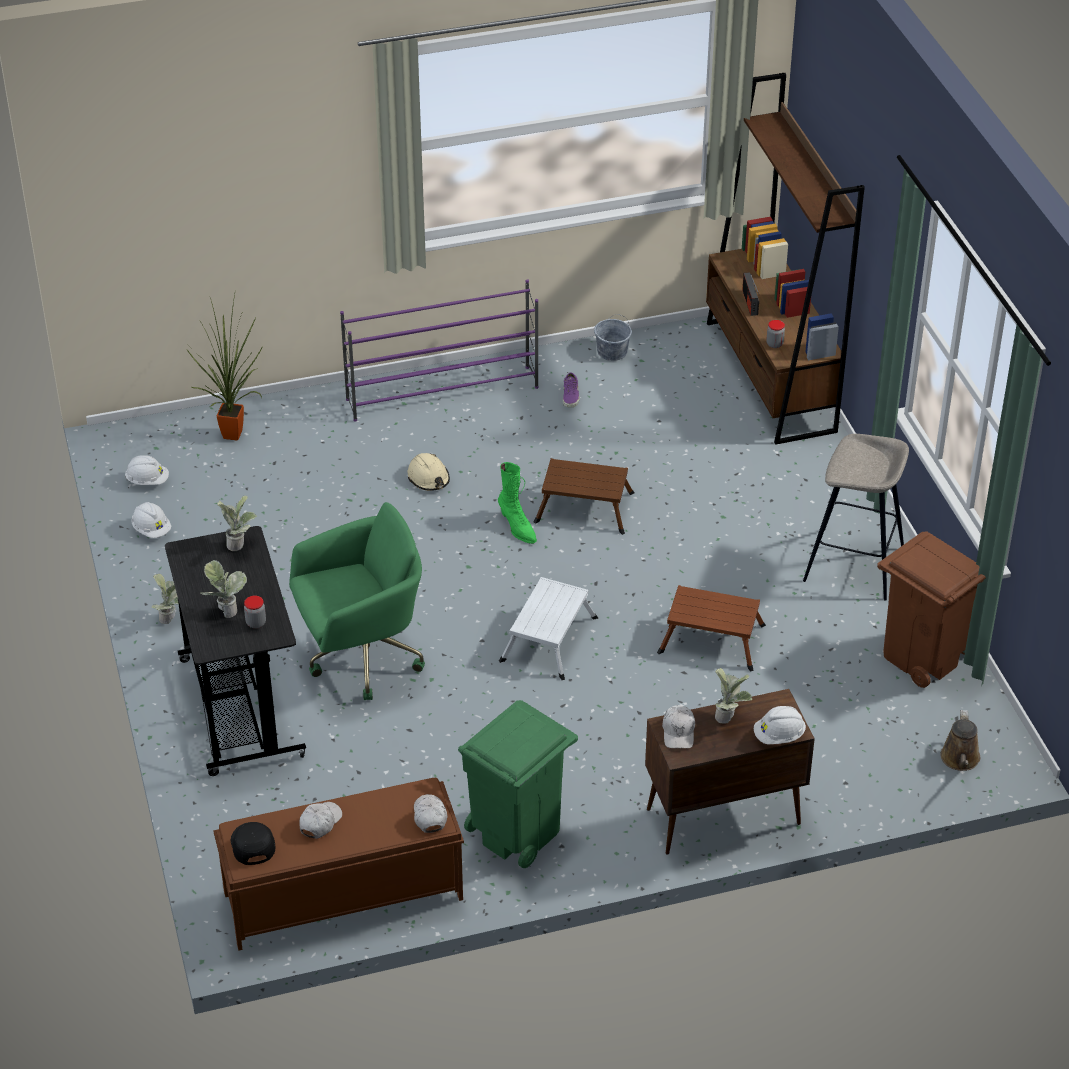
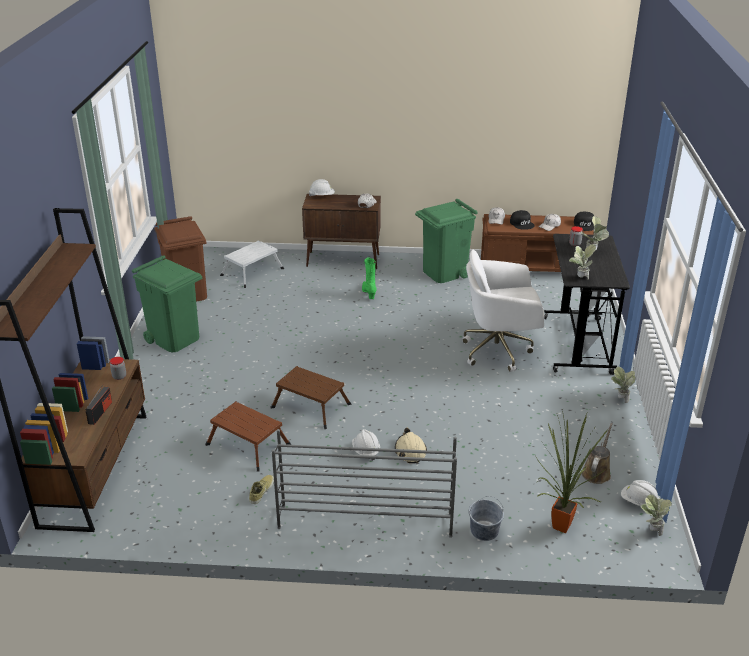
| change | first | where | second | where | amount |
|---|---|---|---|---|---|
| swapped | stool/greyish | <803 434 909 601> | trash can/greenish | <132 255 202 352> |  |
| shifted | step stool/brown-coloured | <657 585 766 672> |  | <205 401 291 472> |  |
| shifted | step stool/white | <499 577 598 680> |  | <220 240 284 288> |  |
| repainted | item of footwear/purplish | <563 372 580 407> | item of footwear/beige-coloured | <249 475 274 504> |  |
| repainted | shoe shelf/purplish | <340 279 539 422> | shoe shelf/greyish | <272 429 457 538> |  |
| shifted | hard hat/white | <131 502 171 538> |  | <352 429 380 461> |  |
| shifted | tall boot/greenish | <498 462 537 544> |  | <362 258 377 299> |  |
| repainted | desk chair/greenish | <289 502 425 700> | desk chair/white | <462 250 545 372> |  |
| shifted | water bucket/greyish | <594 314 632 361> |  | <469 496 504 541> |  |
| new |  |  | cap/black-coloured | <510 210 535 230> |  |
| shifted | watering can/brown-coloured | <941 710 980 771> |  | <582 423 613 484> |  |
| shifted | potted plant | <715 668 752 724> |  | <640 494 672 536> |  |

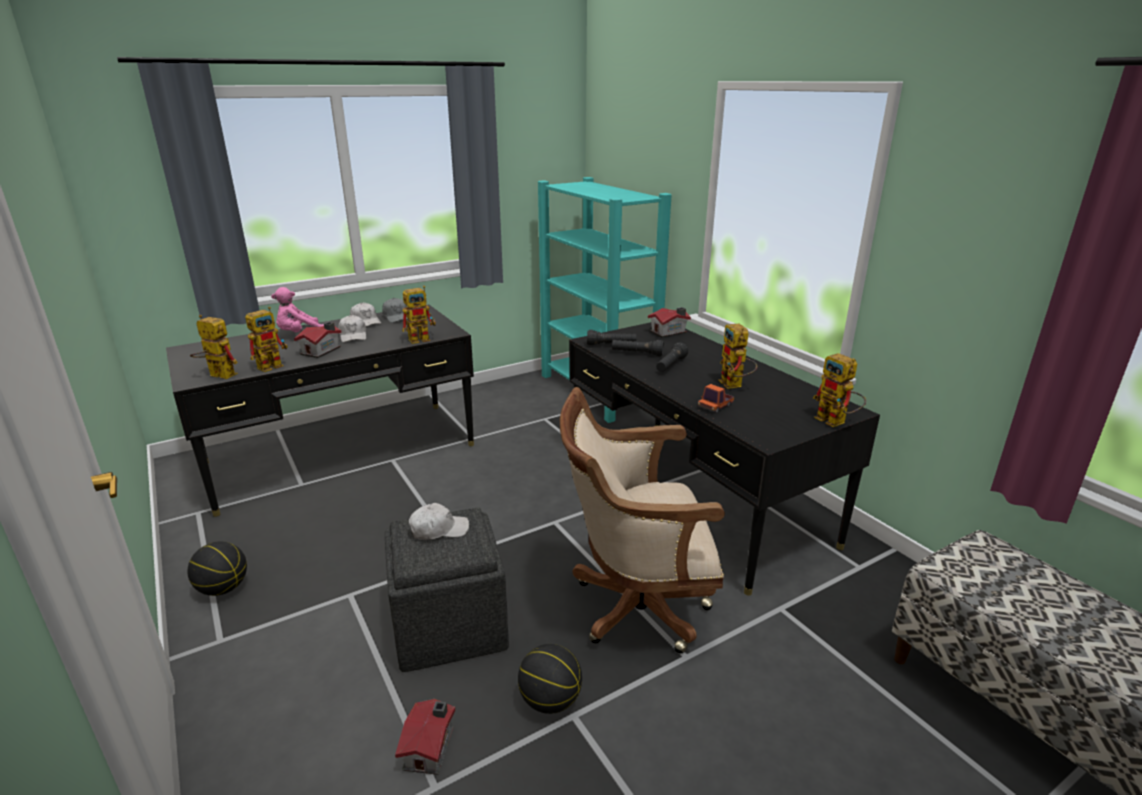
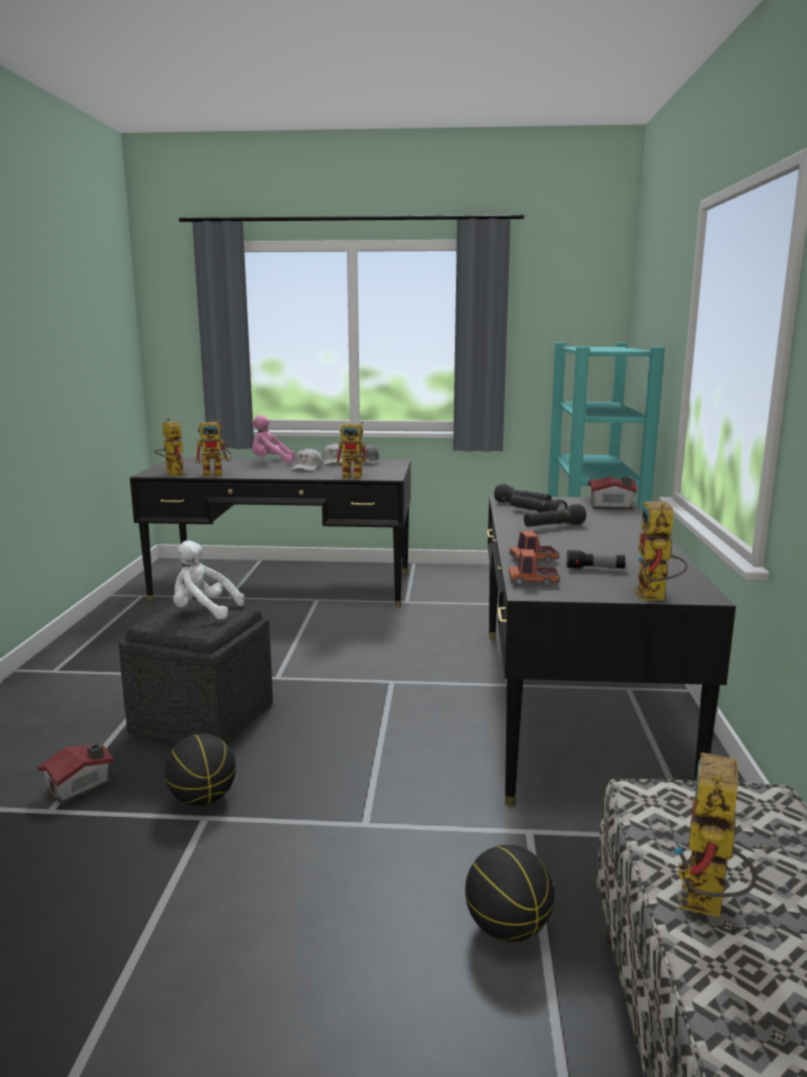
| change | first | where | second | where | amount |
|---|---|---|---|---|---|
| swapped | cap/white | <409 503 469 540> | plush toy/white | <173 541 245 620> |  |
| shifted | ball for basketball | <188 541 247 596> |  | <465 845 554 942> |  |
| new |  |  | model truck | <509 549 559 586> |  |
| new |  |  | flashlight | <566 549 625 569> |  |
| shifted | model robot | <718 324 757 389> |  | <674 752 756 917> |  |
| gone | miniature house | <294 322 341 358> |  |  |  |
| gone | desk chair | <560 387 725 653> |  |  |  |

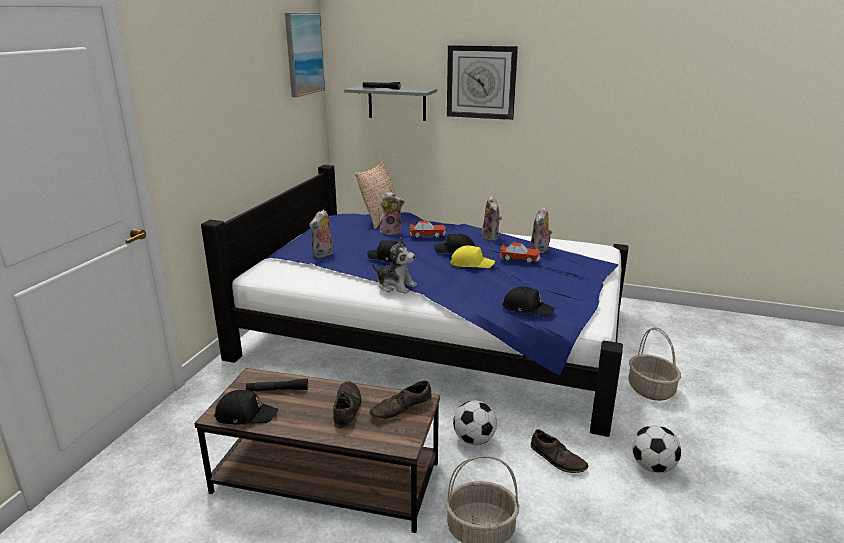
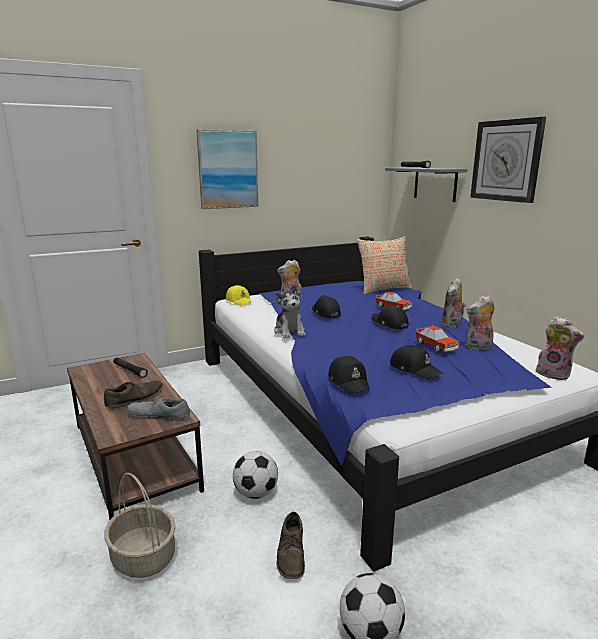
| change | first | where | second | where | amount |
|---|---|---|---|---|---|
| repainted | item of footwear/brown-coloured | <369 381 432 421> | item of footwear/greyish | <127 397 190 421> |  |
| shifted | wall art | <285 13 325 97> |  | <196 129 258 209> |  |
| shifted | cap/yellowish | <450 245 495 268> |  | <226 285 252 306> |  |
| shifted | cap/black-coloured | <214 390 278 424> |  | <390 345 442 379> |  |
| shifted | plush toy | <380 192 405 235> |  | <536 316 584 380> |  |
| gone | household basket | <628 327 681 401> |  |  |  |

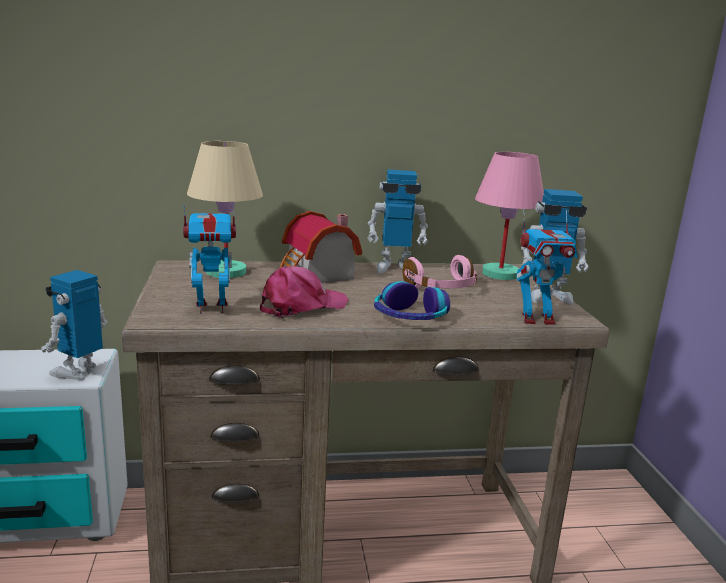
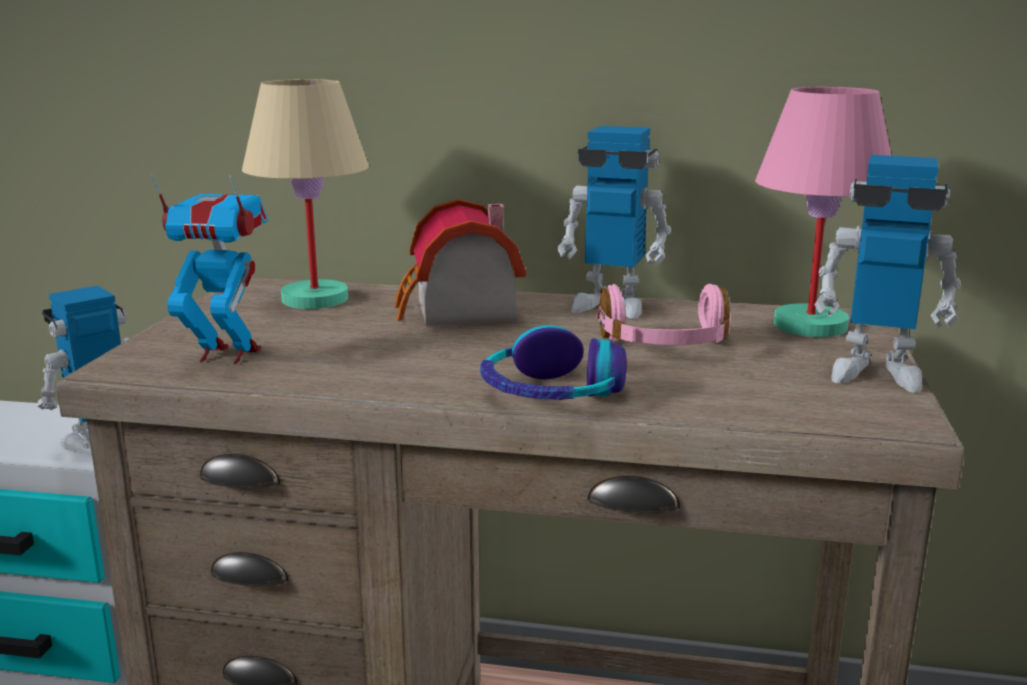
| change | first | where | second | where | amount |
|---|---|---|---|---|---|
| gone | cap/pink | <260 266 349 318> |  |  |  |
| gone | model robot | <517 208 578 325> |  |  |  |

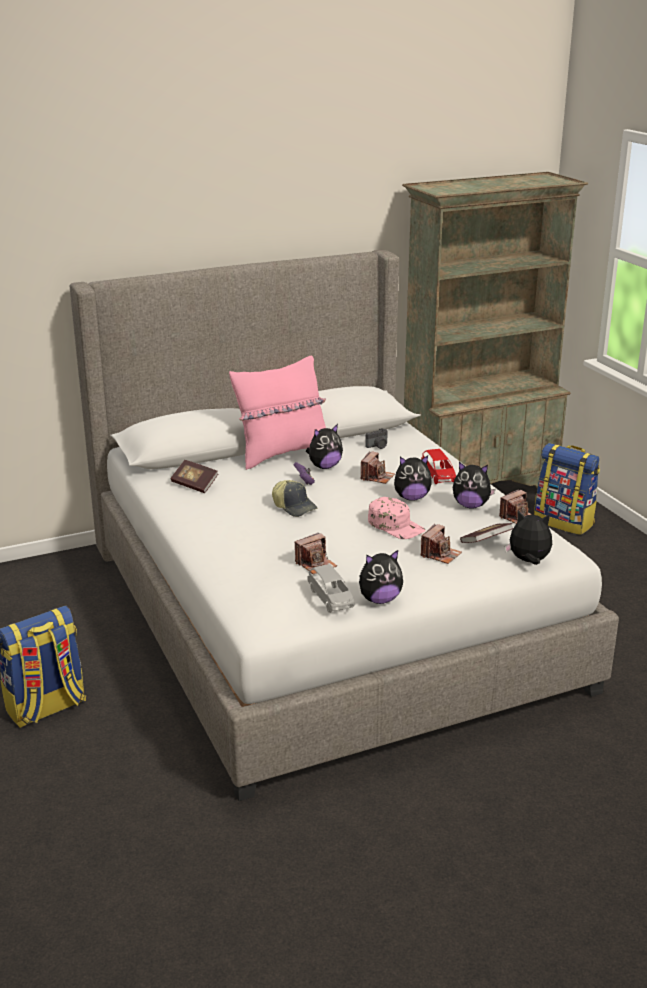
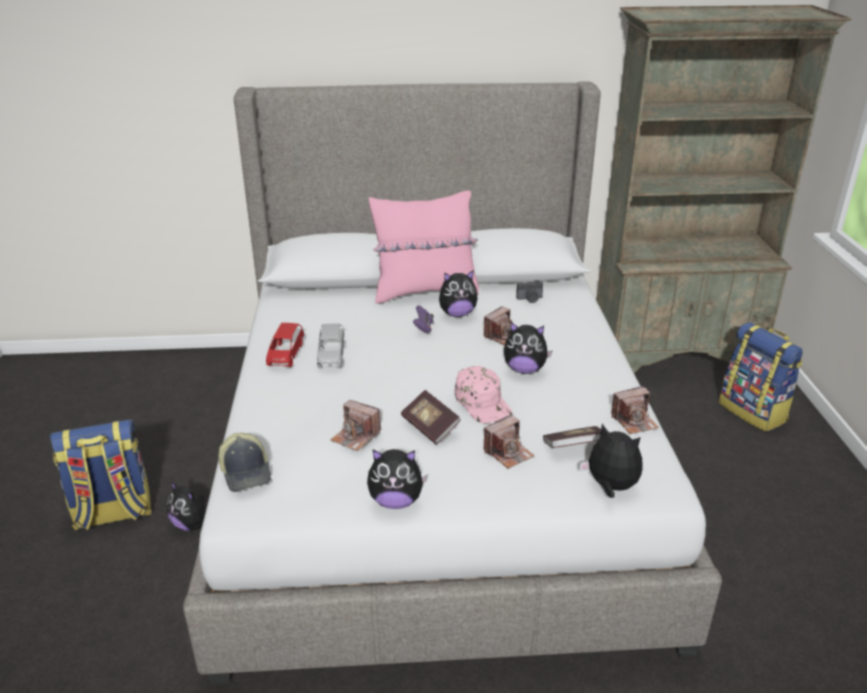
| change | first | where | second | where | amount |
|---|---|---|---|---|---|
| shifted | plush toy | <453 462 496 509> |  | <167 481 206 531> |  |
| shifted | cap | <272 480 317 517> |  | <219 433 271 492> |  |
| shifted | model car/reddish | <421 449 456 484> |  | <266 323 304 367> |  |
| shifted | model car/greyish | <308 564 354 613> |  | <317 324 344 368> |  |
| rotated | still camera | <295 533 337 574> |  | <331 400 381 451> | 45 degrees clockwise |
| shifted | book | <171 460 218 493> |  | <401 390 461 445> |  |

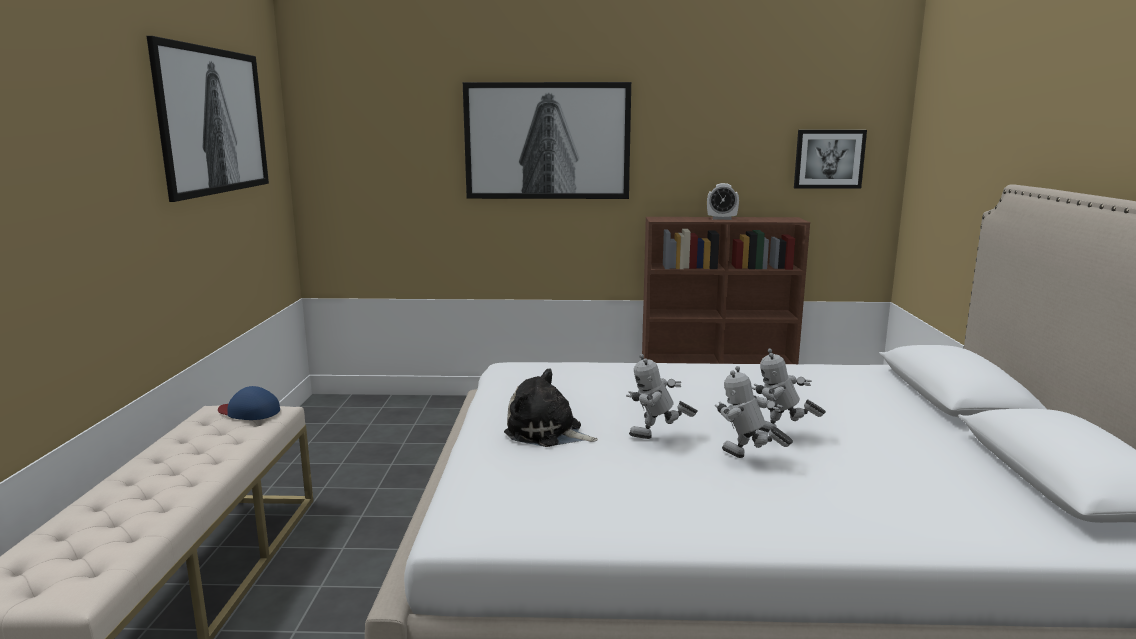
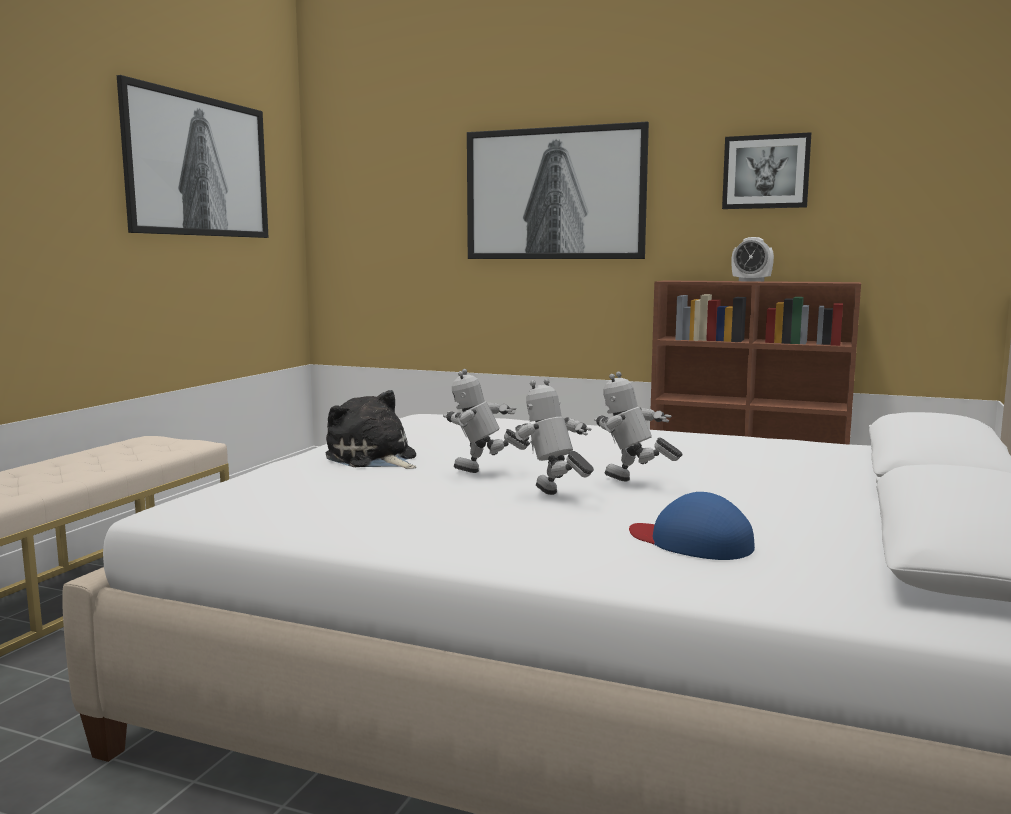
| change | first | where | second | where | amount |
|---|---|---|---|---|---|
| shifted | cap/blue-coloured | <218 386 280 420> |  | <629 492 755 560> |  |
| shifted | wall art | <794 130 867 189> |  | <722 132 811 209> |  |

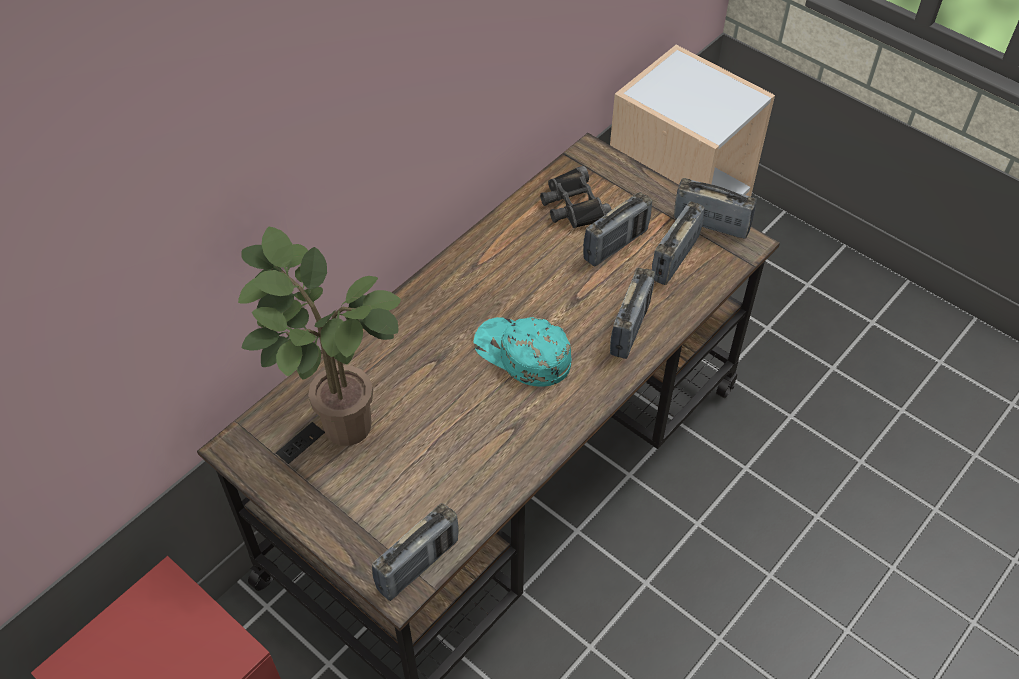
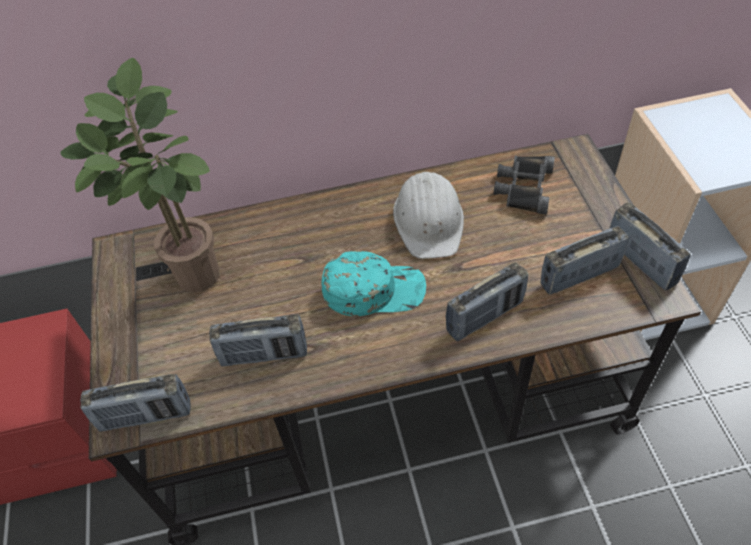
| change | first | where | second | where | amount |
|---|---|---|---|---|---|
| shifted | radio set | <583 192 652 267> |  | <209 314 307 366> |  |
| rotated | cap/turquoise-coloured | <473 317 572 387> |  | <322 251 426 316> | 105 degrees clockwise |
| new |  |  | hard hat/white | <393 172 464 259> |  |

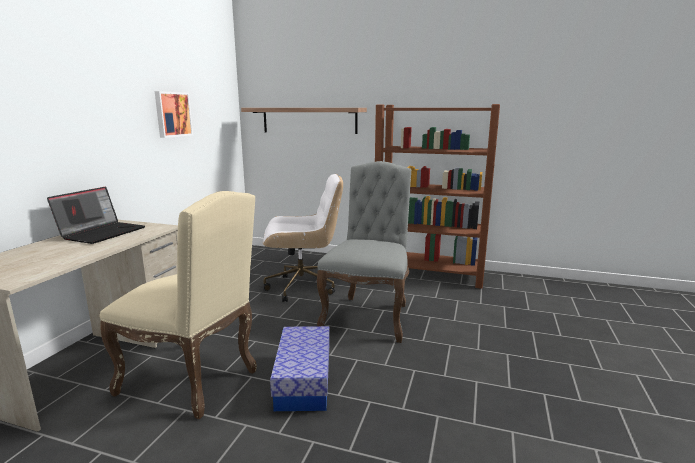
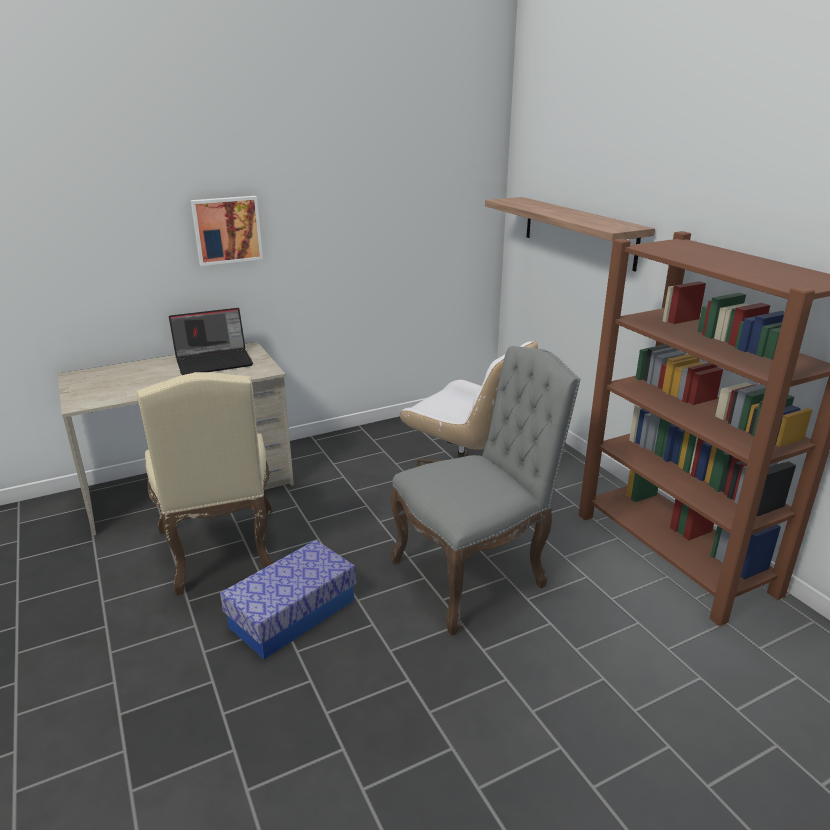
| change | first | where | second | where | amount |
|---|---|---|---|---|---|
| shifted | wall art | <155 91 193 138> |  | <191 196 263 266> |  |

